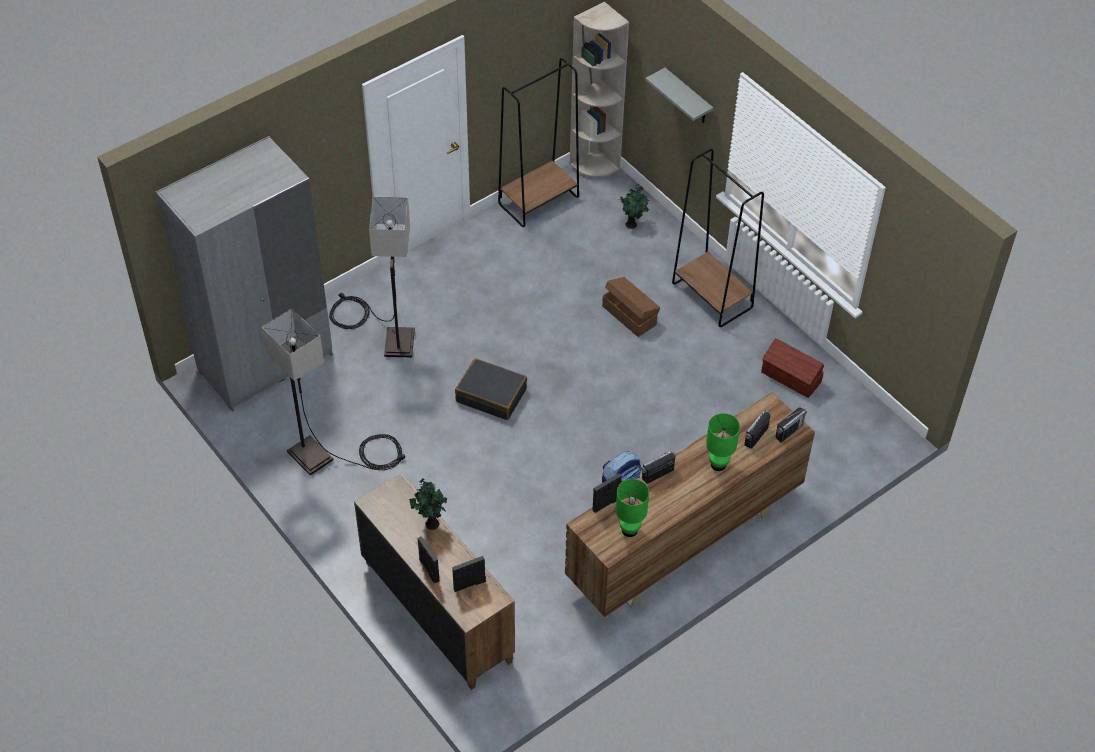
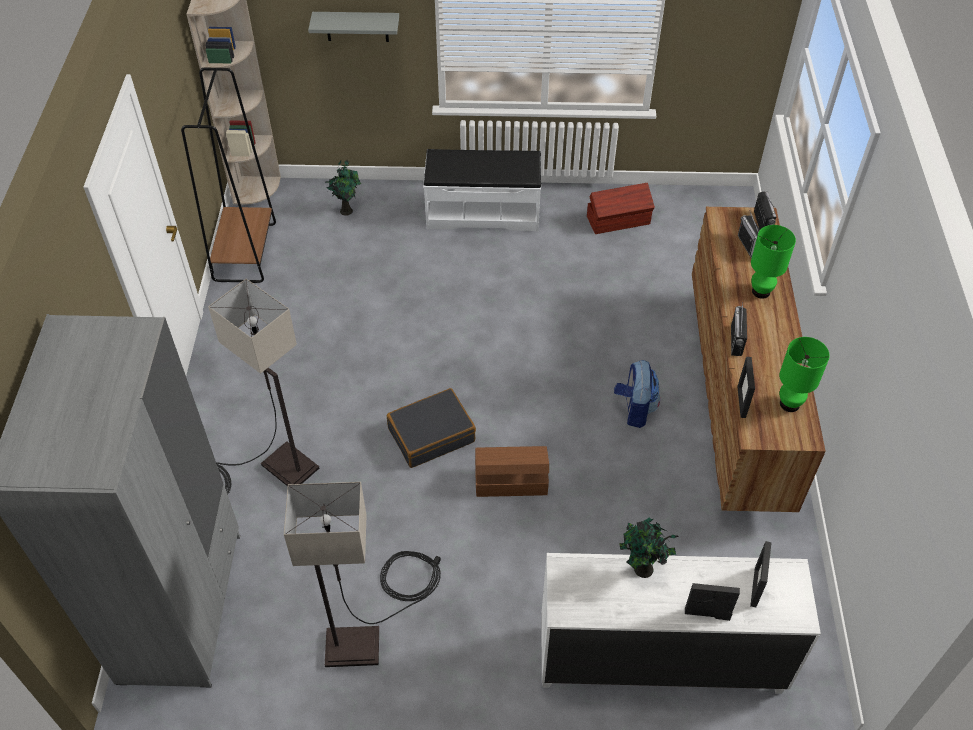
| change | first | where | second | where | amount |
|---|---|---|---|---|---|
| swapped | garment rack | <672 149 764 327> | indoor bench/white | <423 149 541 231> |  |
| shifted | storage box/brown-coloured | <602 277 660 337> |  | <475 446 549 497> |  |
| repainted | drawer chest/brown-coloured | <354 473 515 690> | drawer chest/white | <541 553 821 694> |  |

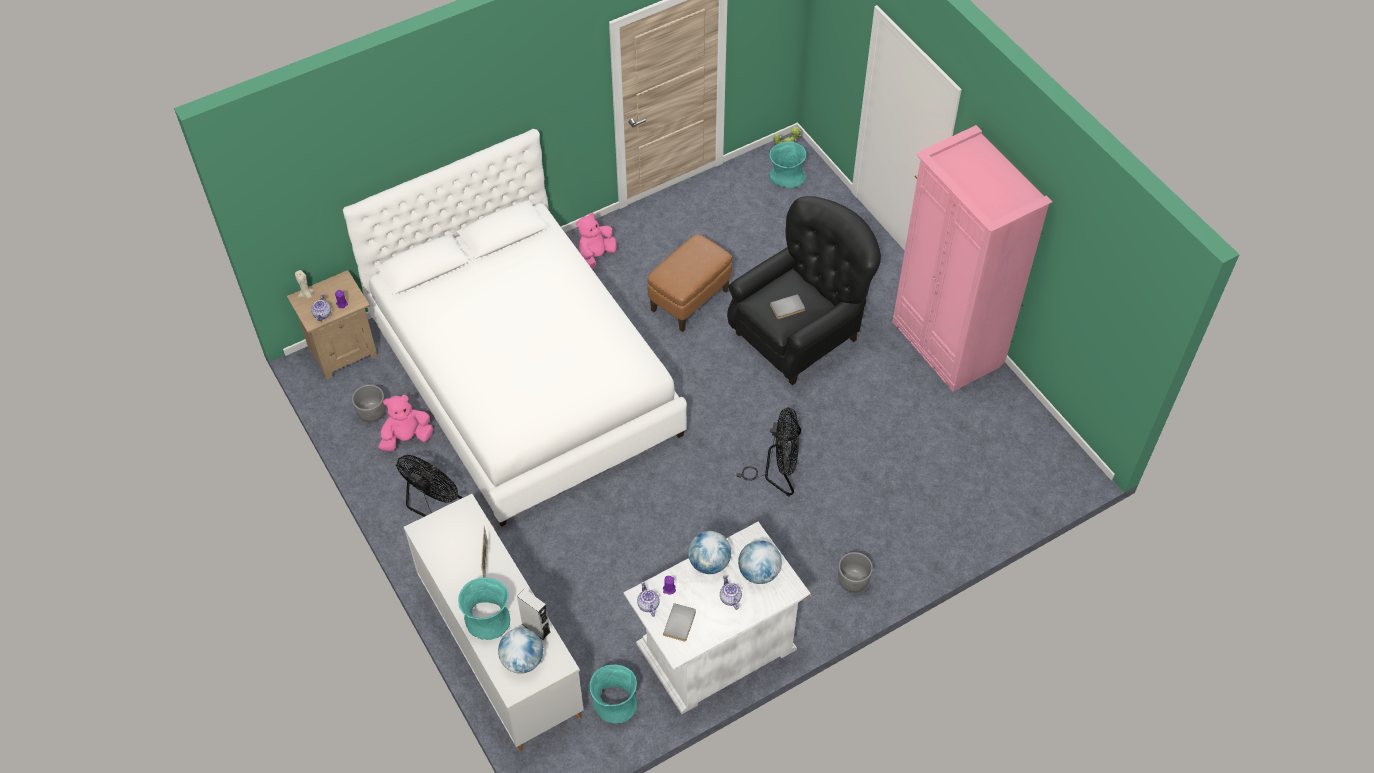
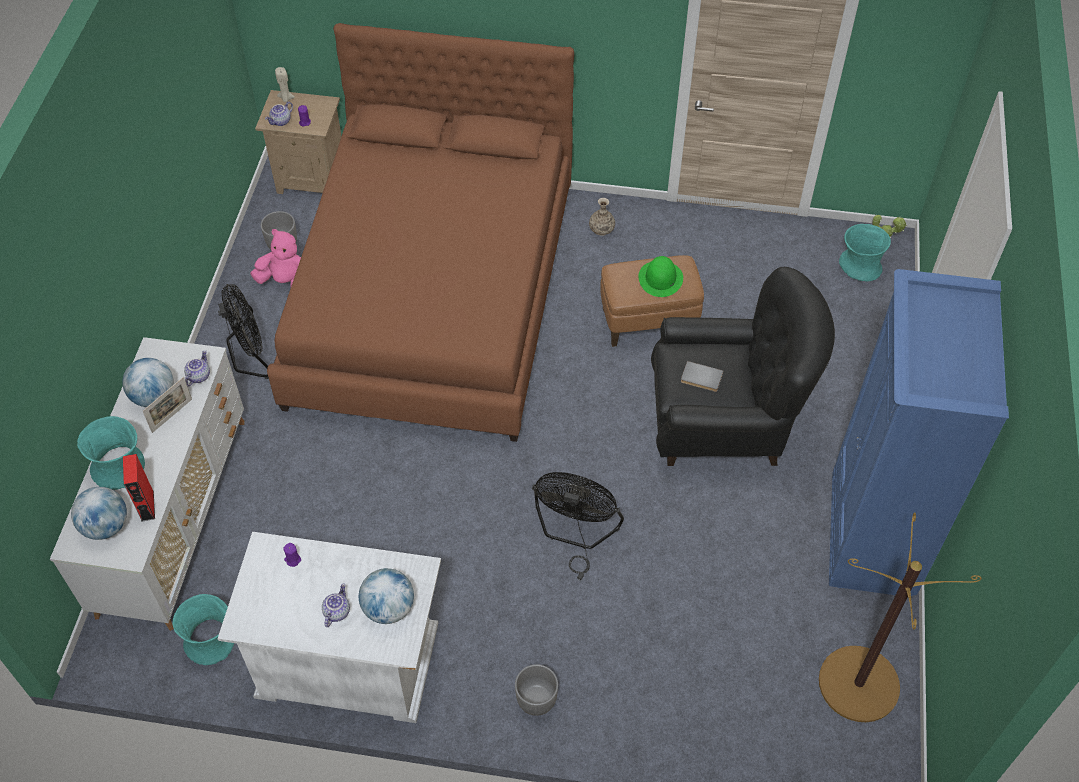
| change | first | where | second | where | amount |
|---|---|---|---|---|---|
| shifted | desk globe | <688 531 731 574> |  | <122 358 174 407> |  |
| repainted | loudspeaker/greyish | <517 589 550 640> | loudspeaker/reddish | <123 454 155 522> |  |
| shifted | pot for tea | <637 582 660 617> |  | <184 350 210 386> |  |
| repainted | bedroom bed/white | <343 129 687 527> | bedroom bed/brown-coloured | <267 23 574 442> |  |
| rotated | cooling fan/black-coloured | <735 407 801 497> |  | <532 472 624 580> | 120 degrees counterclockwise |
| swapped | plush toy/pink | <576 213 617 269> | decorative vase | <589 198 615 236> |  |
| new |  |  | hat/greenish | <639 256 683 297> |  |
| new |  |  | garment rack/brown-coloured | <819 512 982 722> |  |
| repainted | armoire/pink | <892 125 1053 391> | armoire/blue-coloured | <829 269 1009 596> |  |
| gone | book/greyish | <663 603 696 642> |  |  |  |

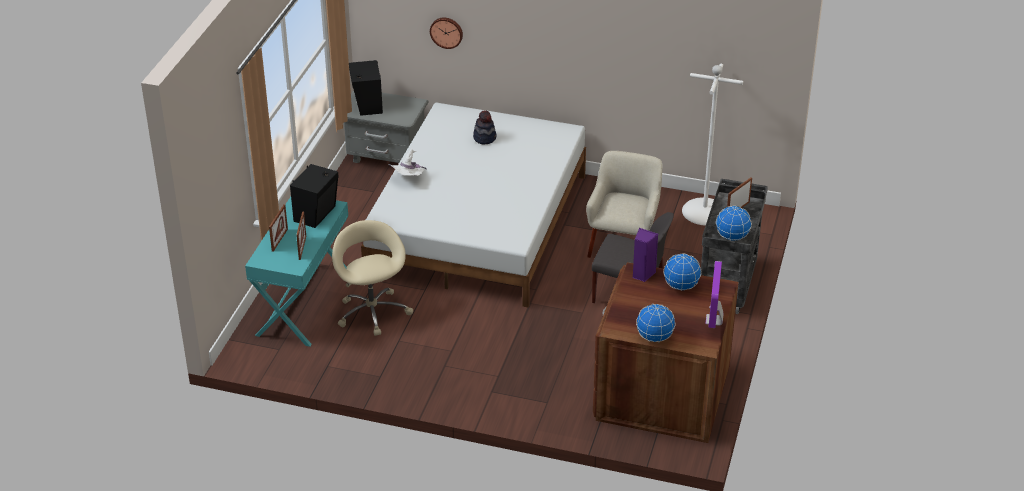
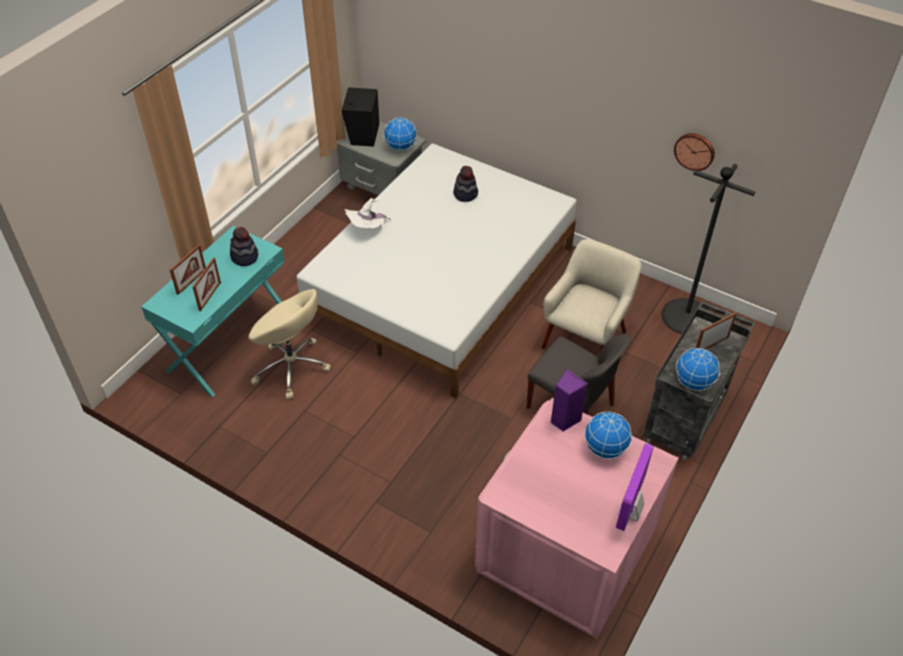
| change | first | where | second | where | amount |
|---|---|---|---|---|---|
| swapped | loudspeaker/black-coloured | <290 164 338 228> | hat | <230 227 258 266> |  |
| rotated | desk chair/beige-coloured | <332 220 413 336> |  | <248 289 331 399> | 135 degrees clockwise |
| shifted | desk globe | <636 304 675 343> |  | <384 117 417 151> |  |
| repainted | drawer chest/brown-coloured | <593 262 739 443> | drawer chest/pink | <475 398 679 639> |  |
| repainted | garment rack/white | <682 63 743 226> | garment rack/black-coloured | <662 164 755 334> |  |
| shifted | clock on the wall | <430 18 463 49> |  | <674 133 715 171> |  |

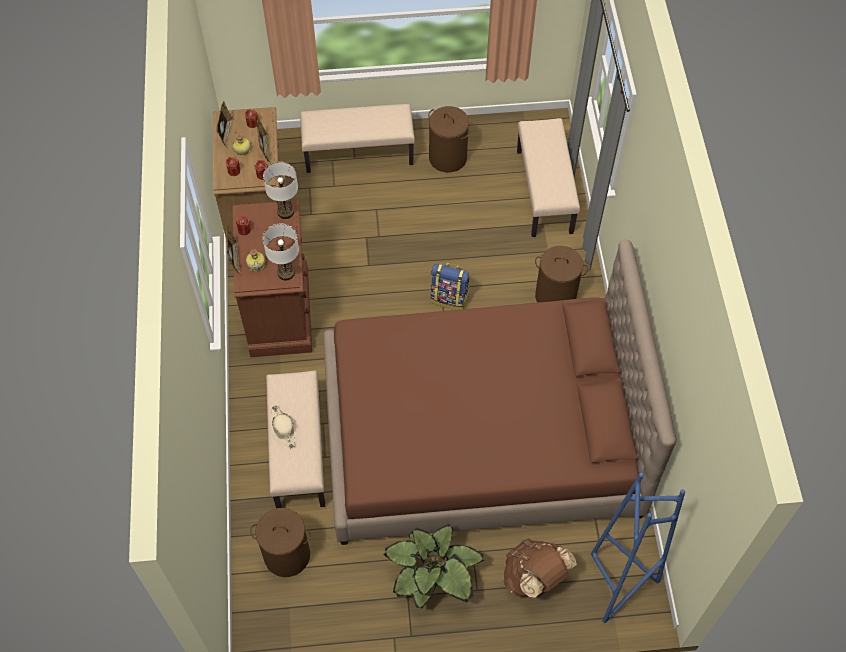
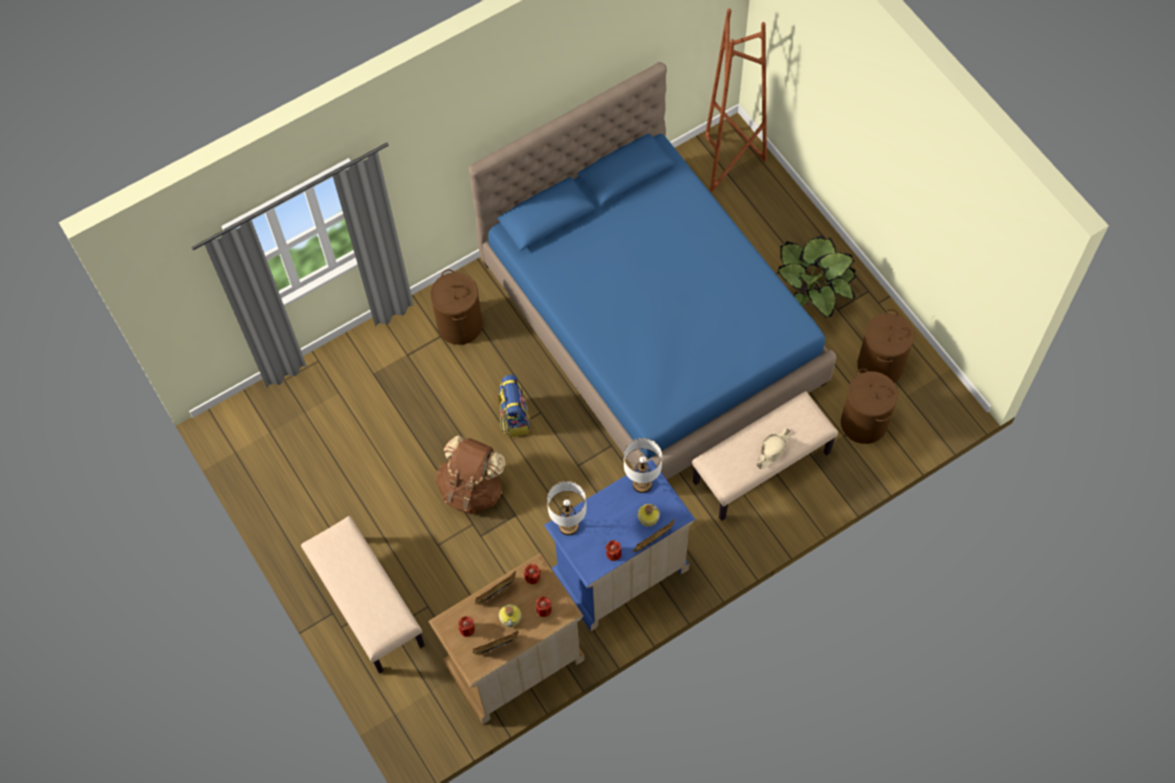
| change | first | where | second | where | amount |
|---|---|---|---|---|---|
| shifted | rucksack/brown-coloured | <504 538 577 598> |  | <436 435 505 514> |  |
| repainted | bedroom bed/brown-coloured | <323 239 677 545> | bedroom bed/blue-coloured | <469 62 837 480> |  |
| repainted | drawer chest/brown-coloured | <233 200 312 357> | drawer chest/blue-coloured | <544 460 695 631> |  |
| repainted | garment rack/blue-coloured | <591 472 685 623> | garment rack/brown-coloured | <705 9 767 192> |  |
| shifted | laundry basket/brown-coloured | <428 106 471 173> |  | <857 309 914 383> |  |
| gone | indoor bench/beige-coloured | <517 118 580 237> |  |  |  |

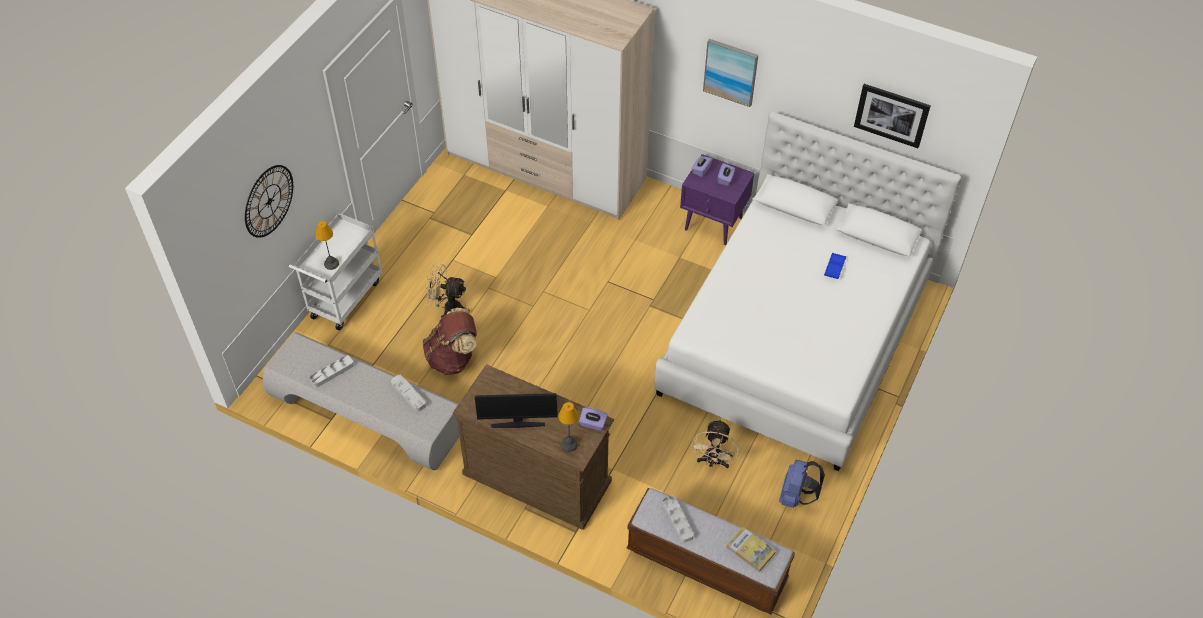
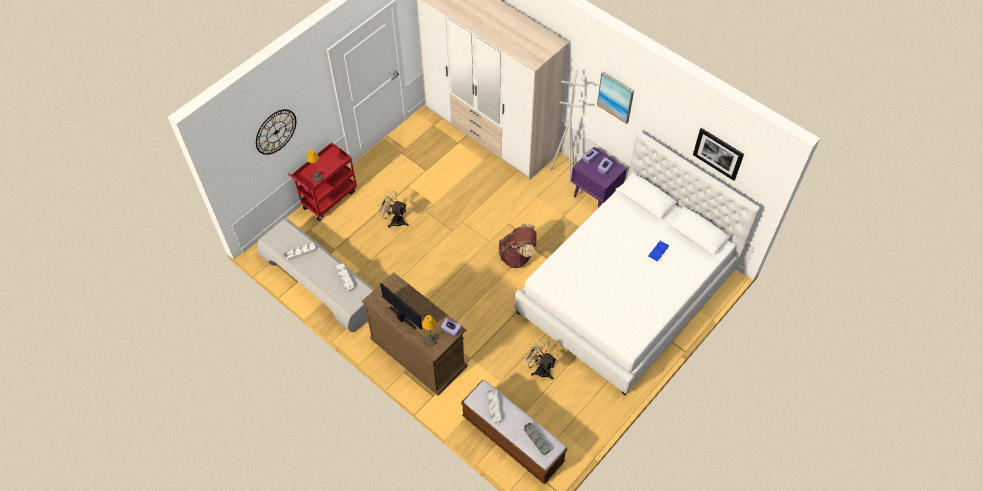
| change | first | where | second | where | amount |
|---|---|---|---|---|---|
| repainted | cart/white | <289 213 382 330> | cart/reddish | <288 143 357 221> |  |
| rotated | monitor | <475 393 558 428> |  | <380 283 422 329> | 150 degrees counterclockwise |
| shifted | rucksack/brown-coloured | <423 308 477 375> |  | <499 224 537 268> |  |
| rotated | cooling fan/beige-coloured | <691 419 738 468> |  | <523 338 557 380> | 105 degrees clockwise |
| swapped | book | <726 527 776 572> | tray/greyish | <524 423 551 455> |  |
| new |  |  | garment rack/greyish | <550 70 585 184> |  |
| gone | rucksack/blue-coloured | <779 460 825 508> |  |  |  |

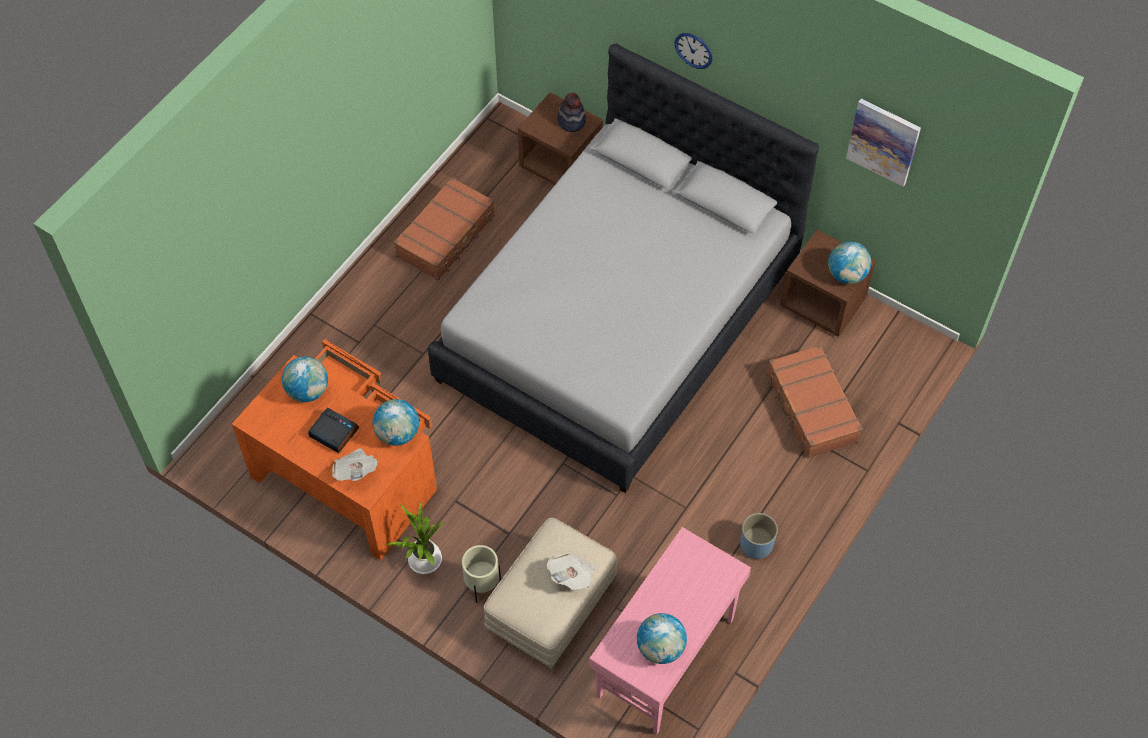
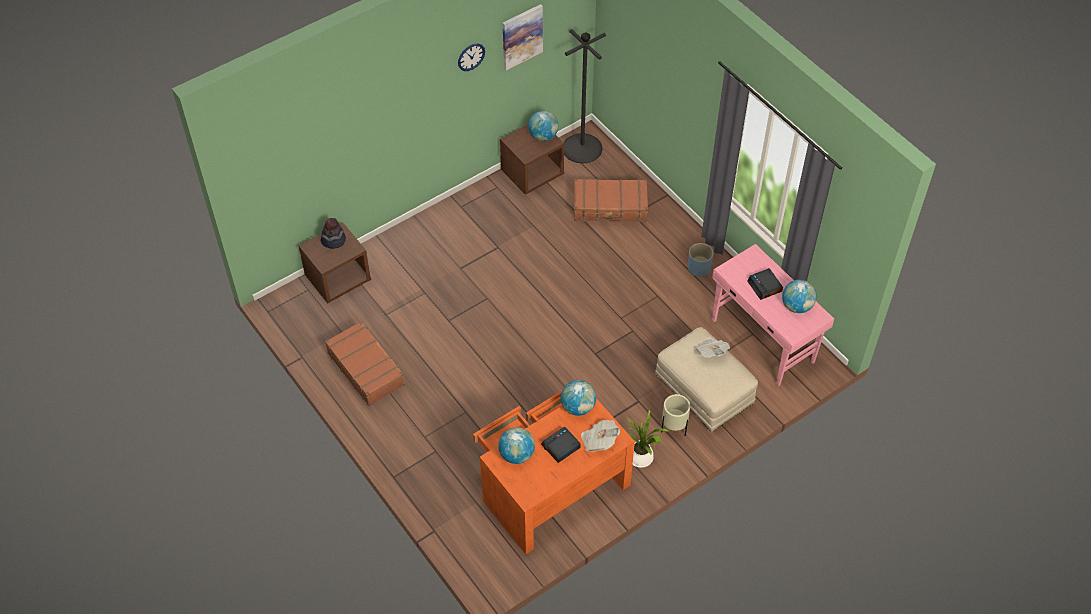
| change | first | where | second | where | amount |
|---|---|---|---|---|---|
| shifted | clock on the wall | <674 33 712 69> |  | <458 44 485 71> |  |
| new |  |  | garment rack/black-coloured | <564 29 606 163> |  |
| new |  |  | table clock | <747 268 783 300> |  |
| gone | bedroom bed/greyish | <428 43 819 493> |  |  |  |

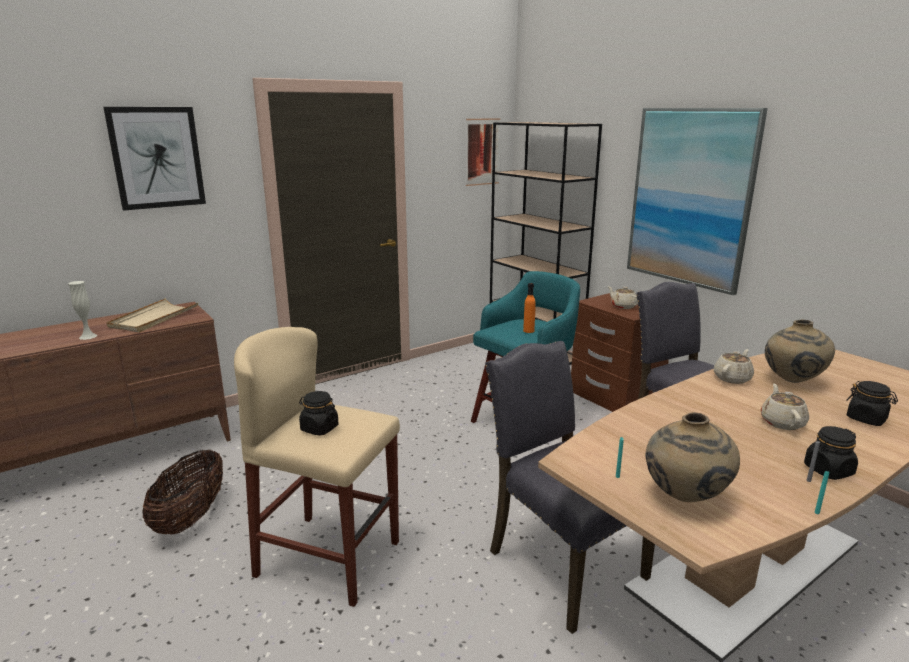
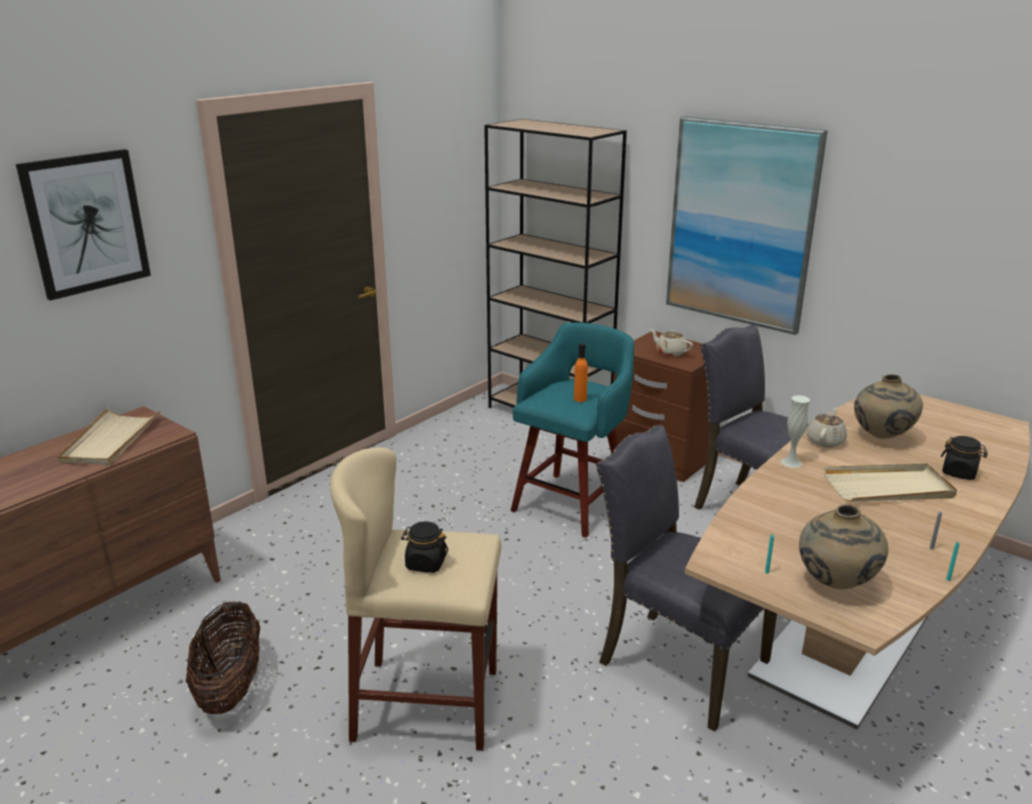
| change | first | where | second | where | amount |
|---|---|---|---|---|---|
| shifted | decorative vase/white | <68 281 97 340> |  | <781 395 810 468> |  |
| swapped | pot for tea/beige-coloured | <761 384 809 430> | tray/beige-coloured | <824 463 957 502> |  |
| gone | wall art | <466 118 500 186> |  |  |  |
| gone | jar/black-coloured | <804 426 858 480> |  |  |  |

